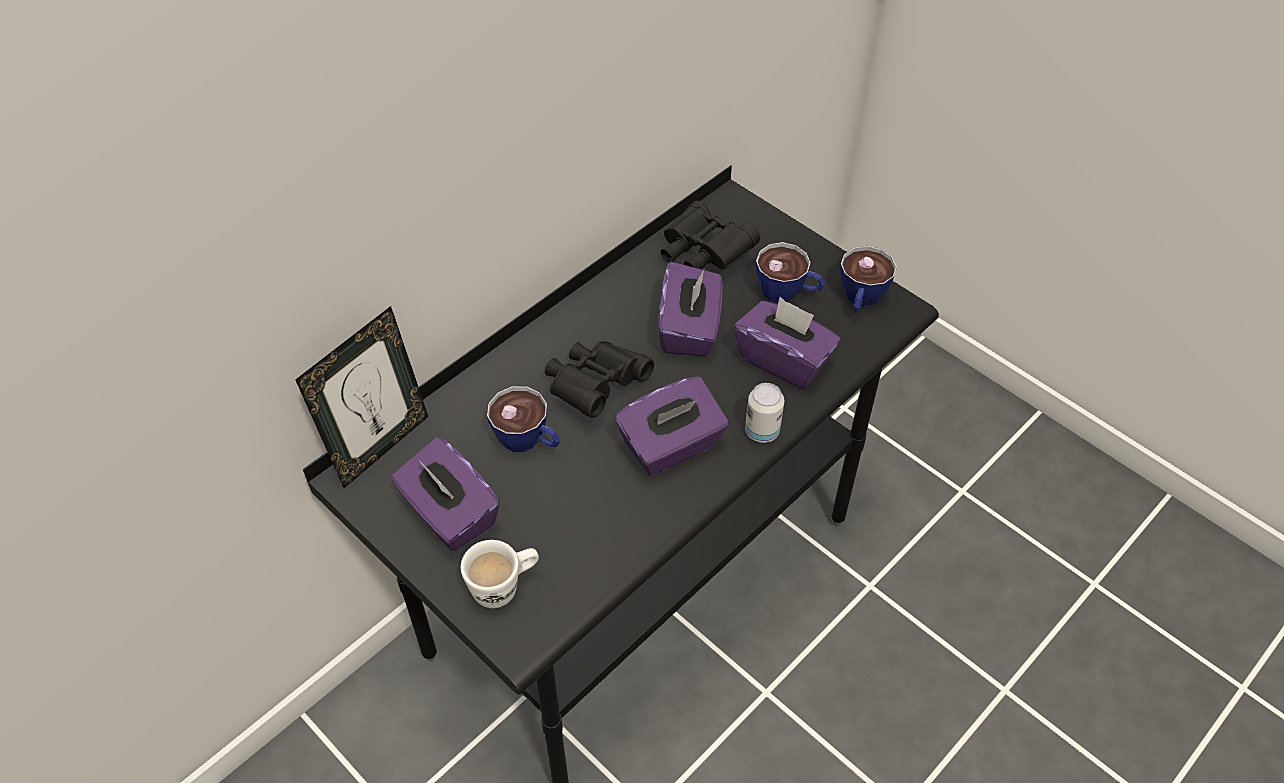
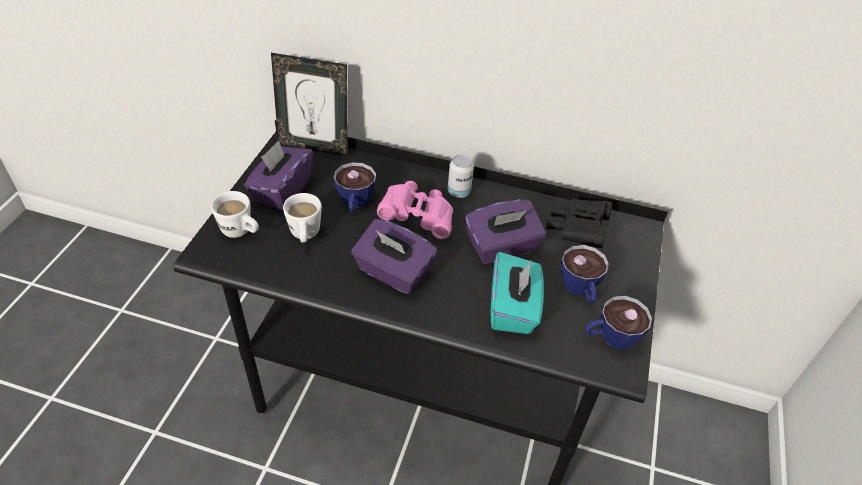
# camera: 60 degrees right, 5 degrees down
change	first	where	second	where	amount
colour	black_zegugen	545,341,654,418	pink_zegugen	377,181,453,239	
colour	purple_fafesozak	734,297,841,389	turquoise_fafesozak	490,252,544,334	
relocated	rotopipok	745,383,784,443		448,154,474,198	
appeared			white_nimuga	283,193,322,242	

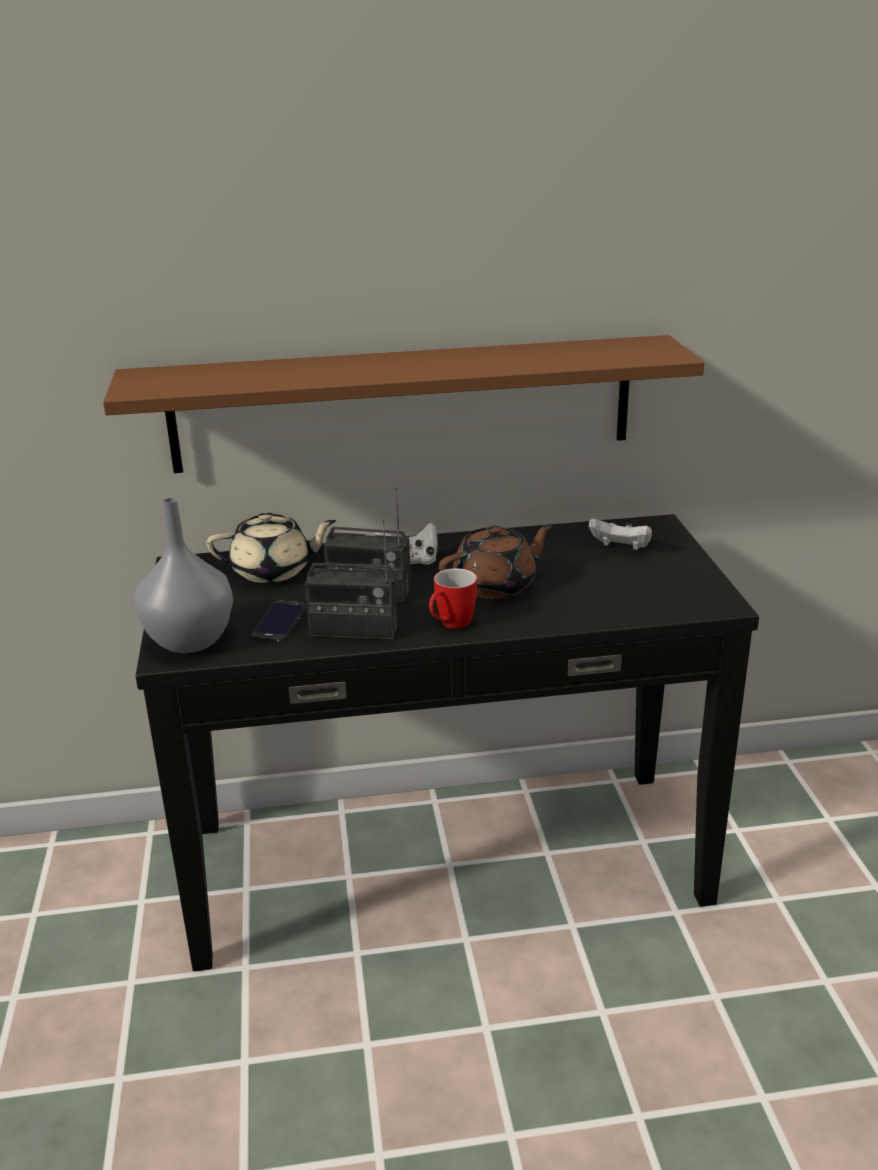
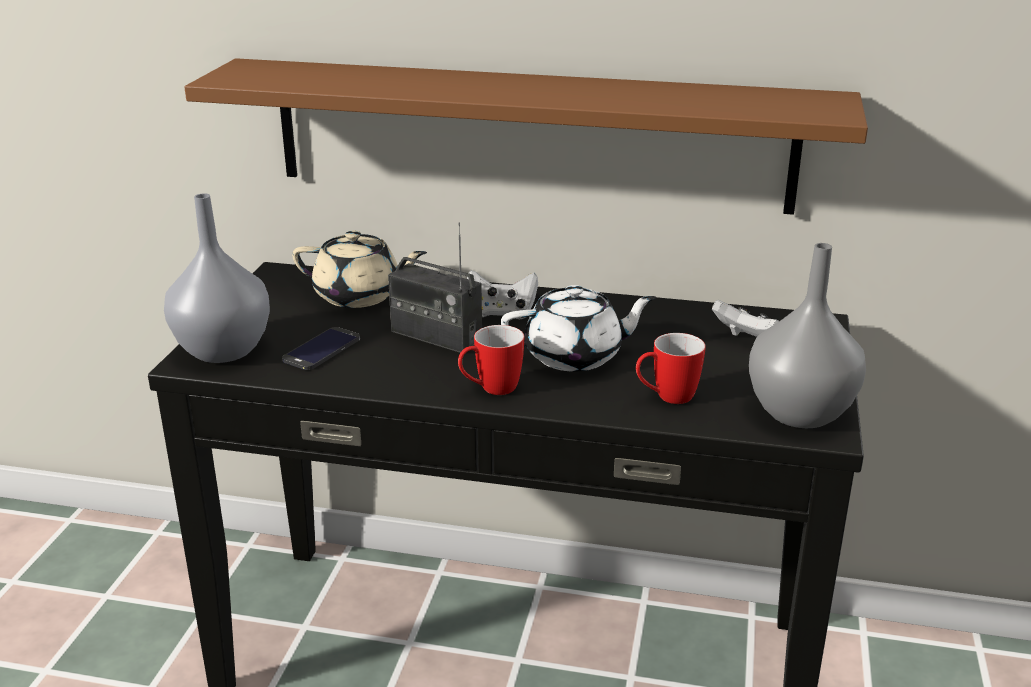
# camera: 20 degrees right, 0 degrees up
change	first	where	second	where	amount
missing	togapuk	305,520,398,640			
colour	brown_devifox	439,524,554,599	white_devifox	501,285,656,372	
appeared			nimuga	636,333,706,404	
appeared			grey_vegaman	749,243,866,428	

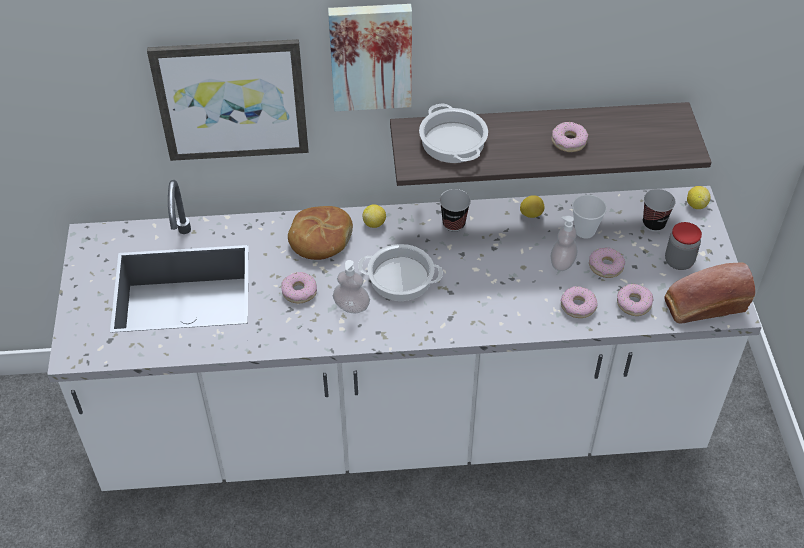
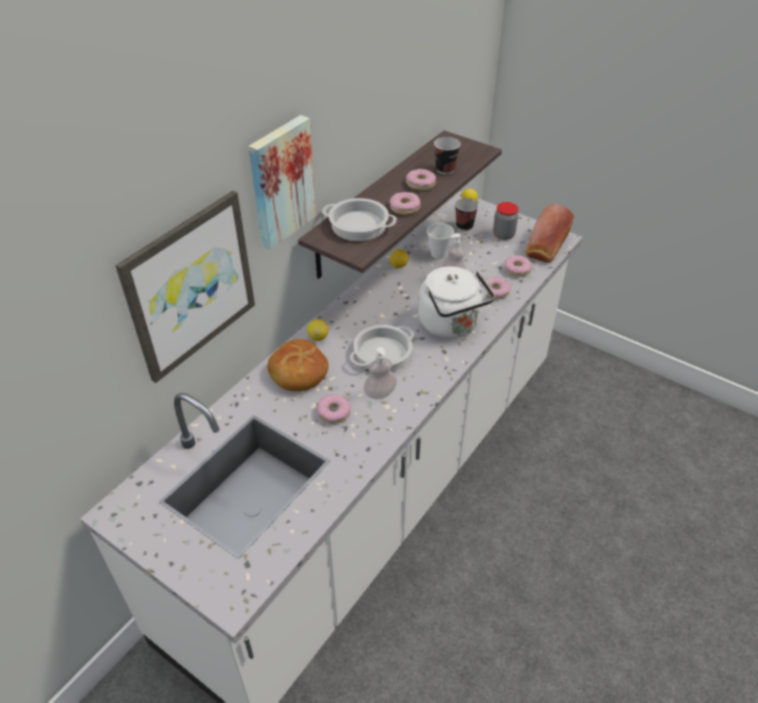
# camera: 50 degrees left, 5 degrees down
change	first	where	second	where	amount
relocated	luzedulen	440,189,471,232		434,137,461,174	
relocated	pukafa	589,248,625,278		389,192,421,215	
appeared			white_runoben	418,267,495,338	

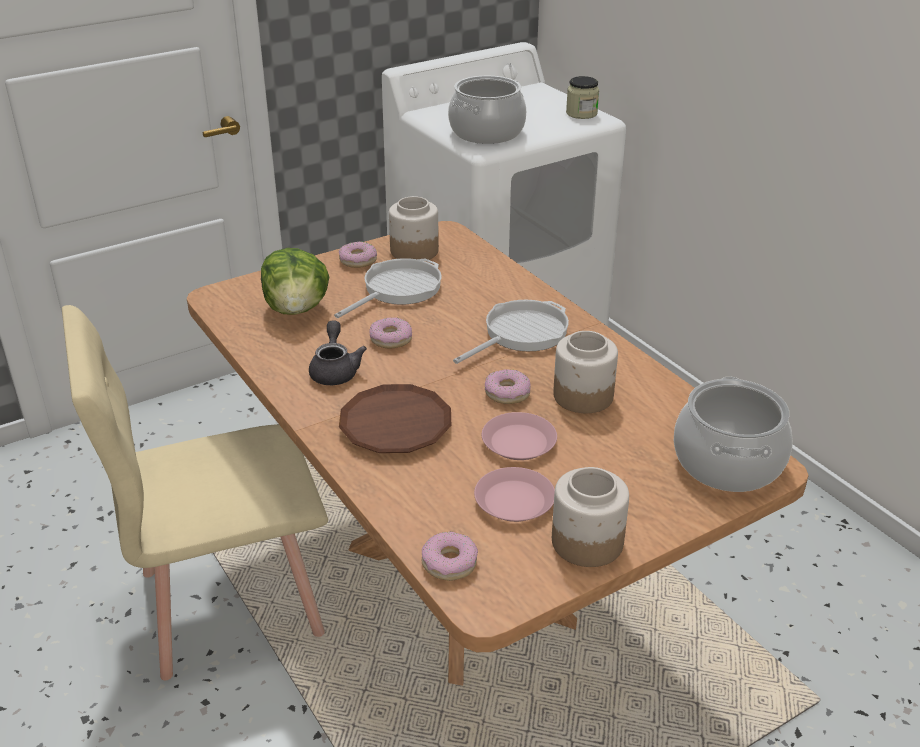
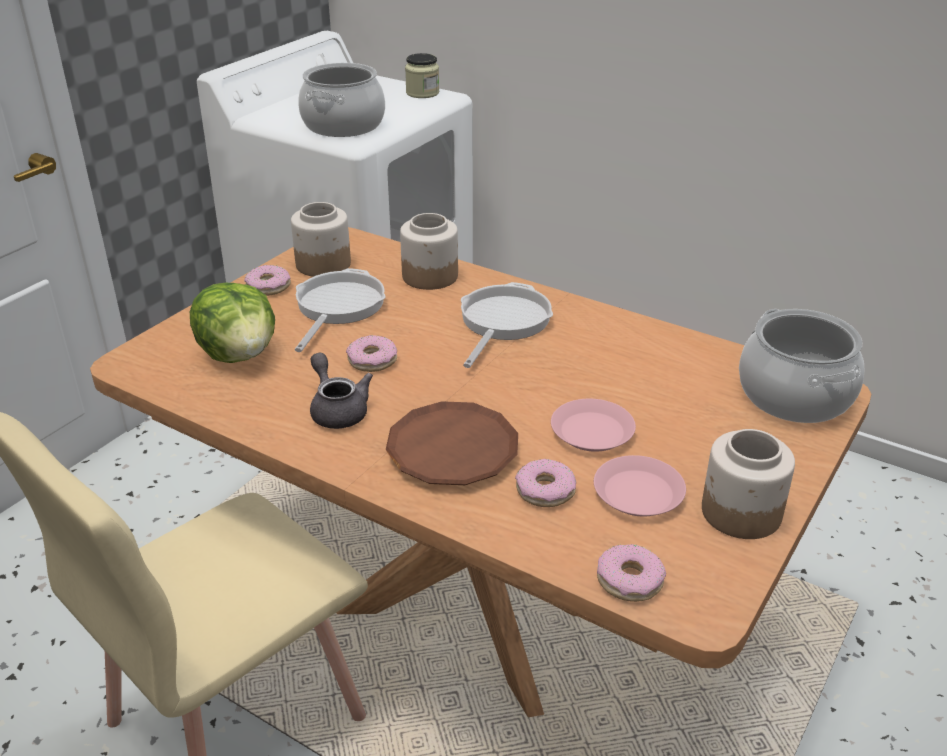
# camera: 25 degrees left, 0 degrees up
change	first	where	second	where	amount
relocated	pukafa	485,369,530,404		515,459,576,507	
relocated	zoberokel	553,331,618,413		400,213,458,290	

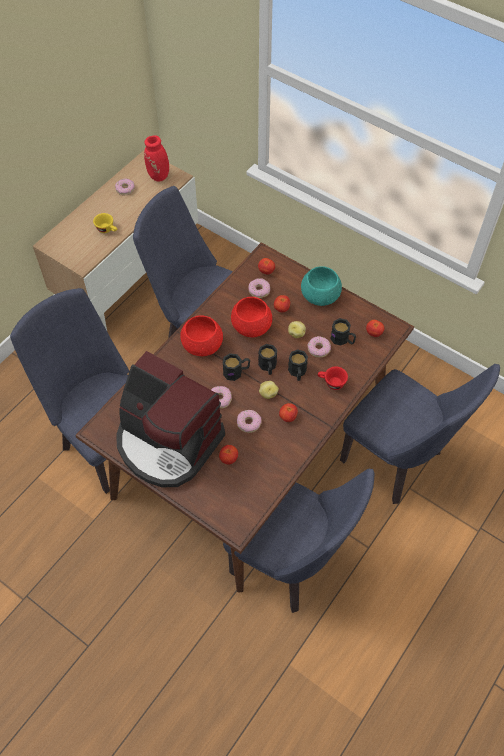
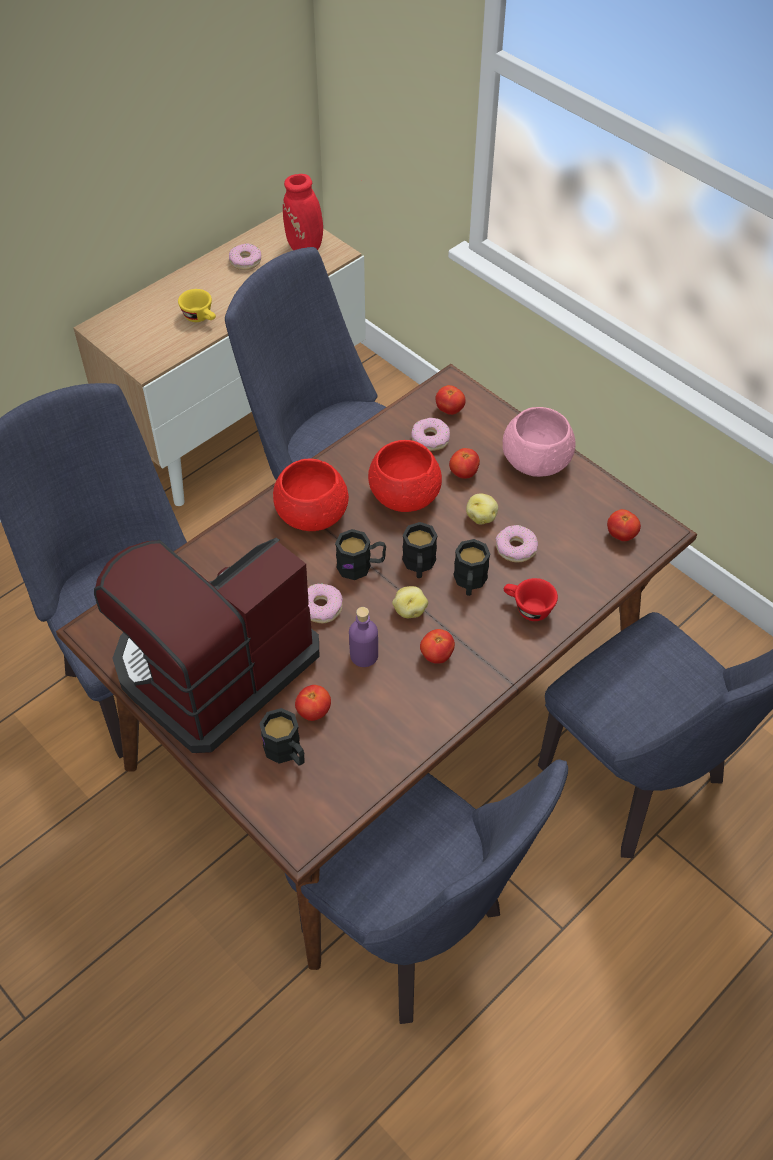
# camera: 10 degrees right, 5 degrees down
change	first	where	second	where	amount
spun	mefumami	117,351,225,487		94,538,319,753	90 degrees clockwise
exchanged	pukafa	237,410,261,433	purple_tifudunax	349,607,378,667	
colour	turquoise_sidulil	301,266,342,306	pink_sidulil	503,407,576,477	
relocated	black_nimuga	330,318,356,345		259,708,305,766	

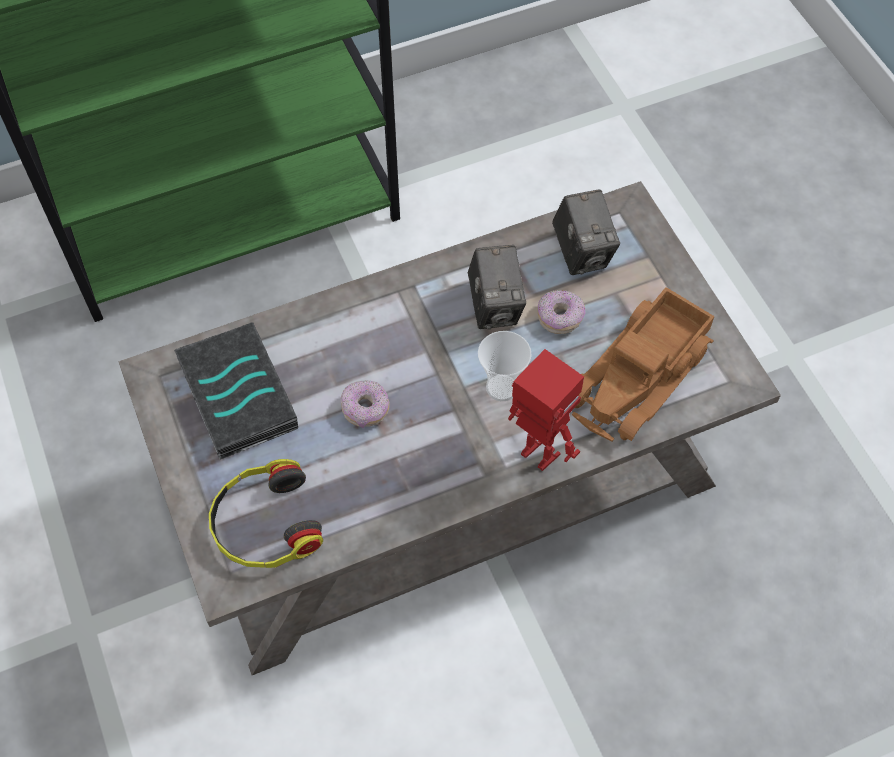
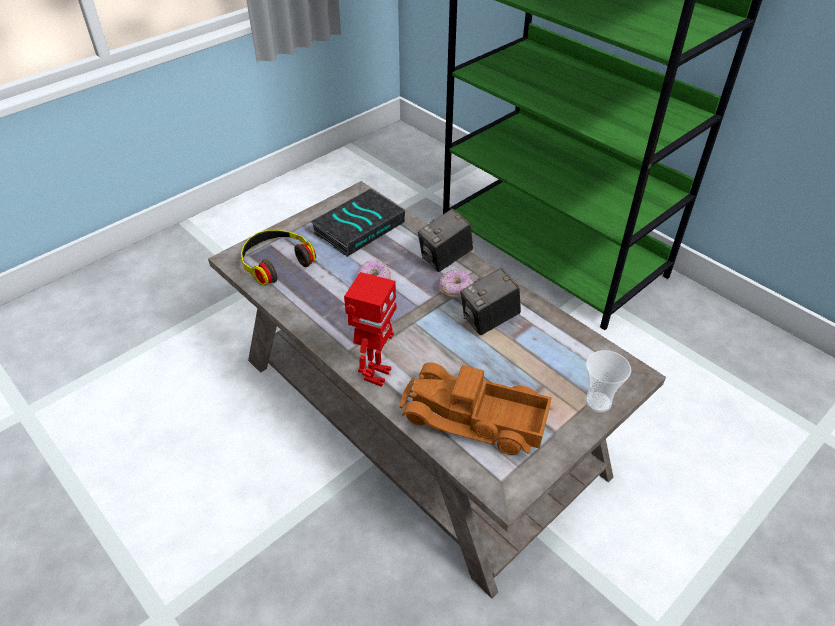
# camera: 70 degrees right, 15 degrees down
change	first	where	second	where	amount
relocated	luzedulen	478,331,532,401		585,350,631,413	
relocated	pukafa	537,290,585,334		439,269,473,298	
relocated	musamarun	552,189,620,275		418,209,473,272	

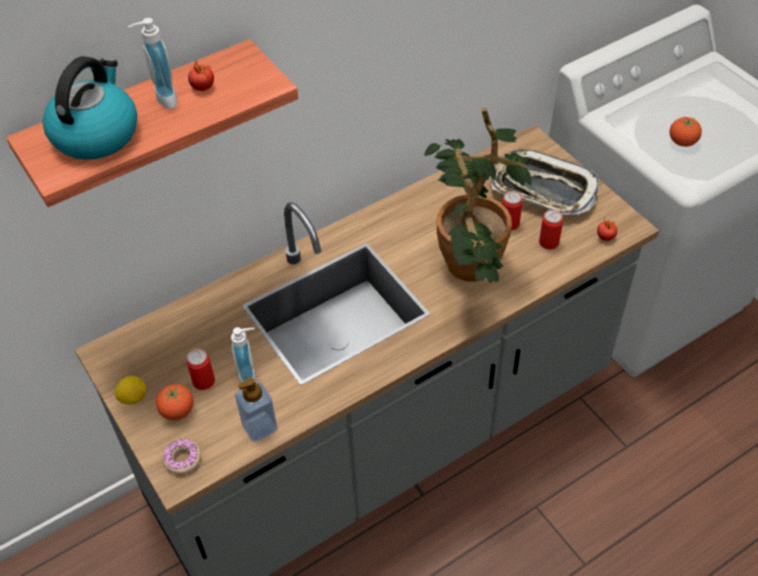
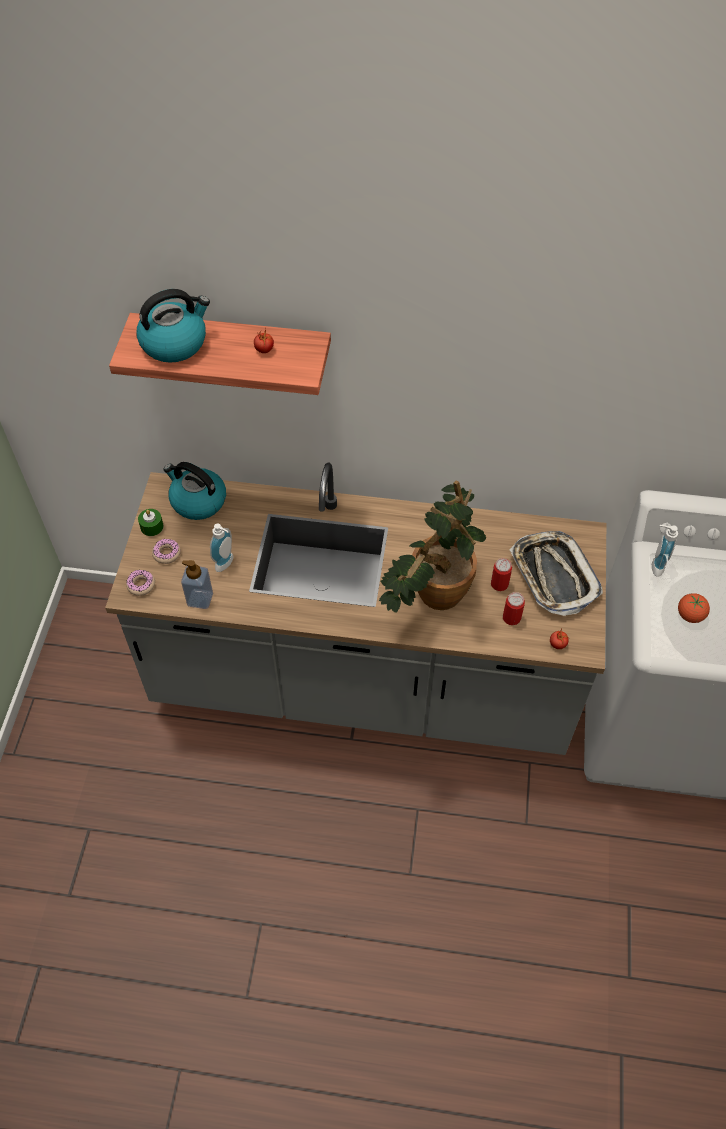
# camera: 40 degrees right, 5 degrees up
change	first	where	second	where	amount
exchanged	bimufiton	115,376,146,405	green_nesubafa	138,509,164,536	
relocated	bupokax	128,18,177,109		652,525,678,577	
exchanged	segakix	156,384,194,420	pukafa	152,539,181,564	
missing	rotopipok	186,348,215,390			
appeared			runoben	163,462,226,520	

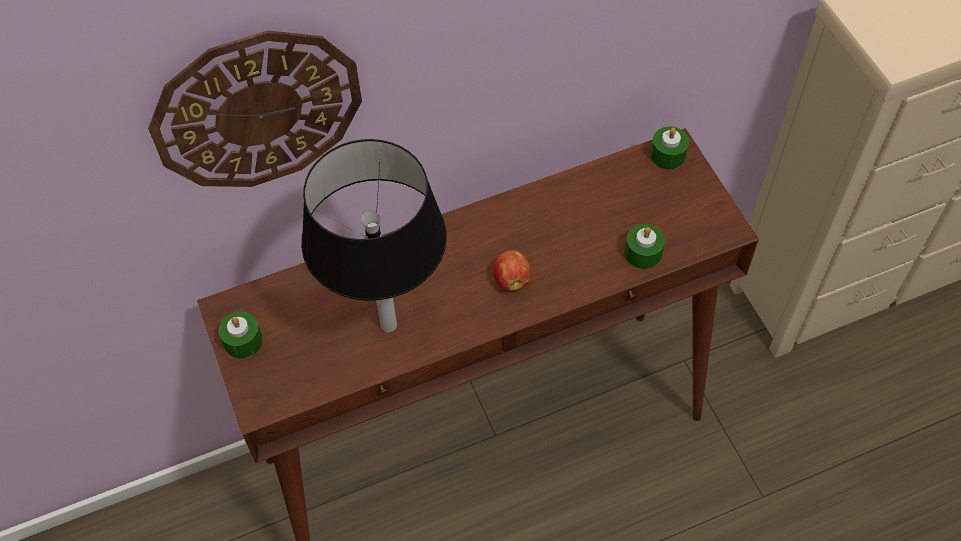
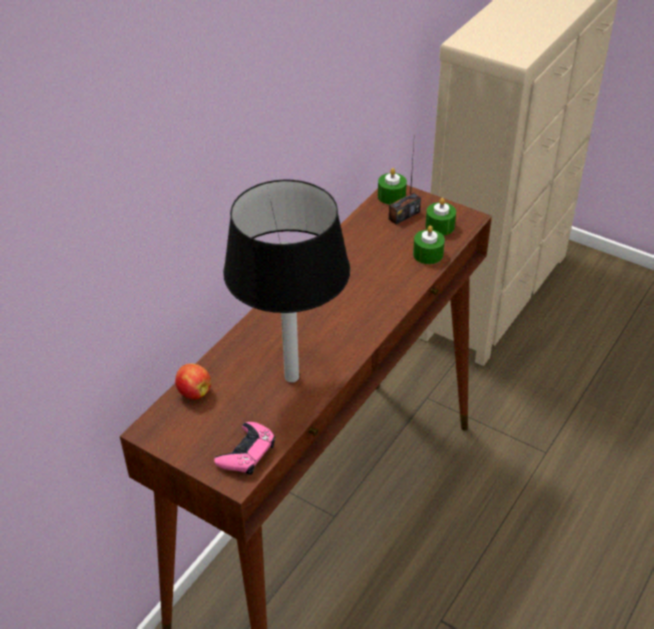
# camera: 35 degrees left, 15 degrees down
change	first	where	second	where	amount
missing	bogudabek	148,31,362,187			
relocated	green_nesubafa	218,311,263,358		425,198,456,236	
relocated	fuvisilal	493,250,531,291		175,363,211,400	
appeared			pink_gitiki	214,422,275,475	
appeared			togapuk	389,145,421,224	

